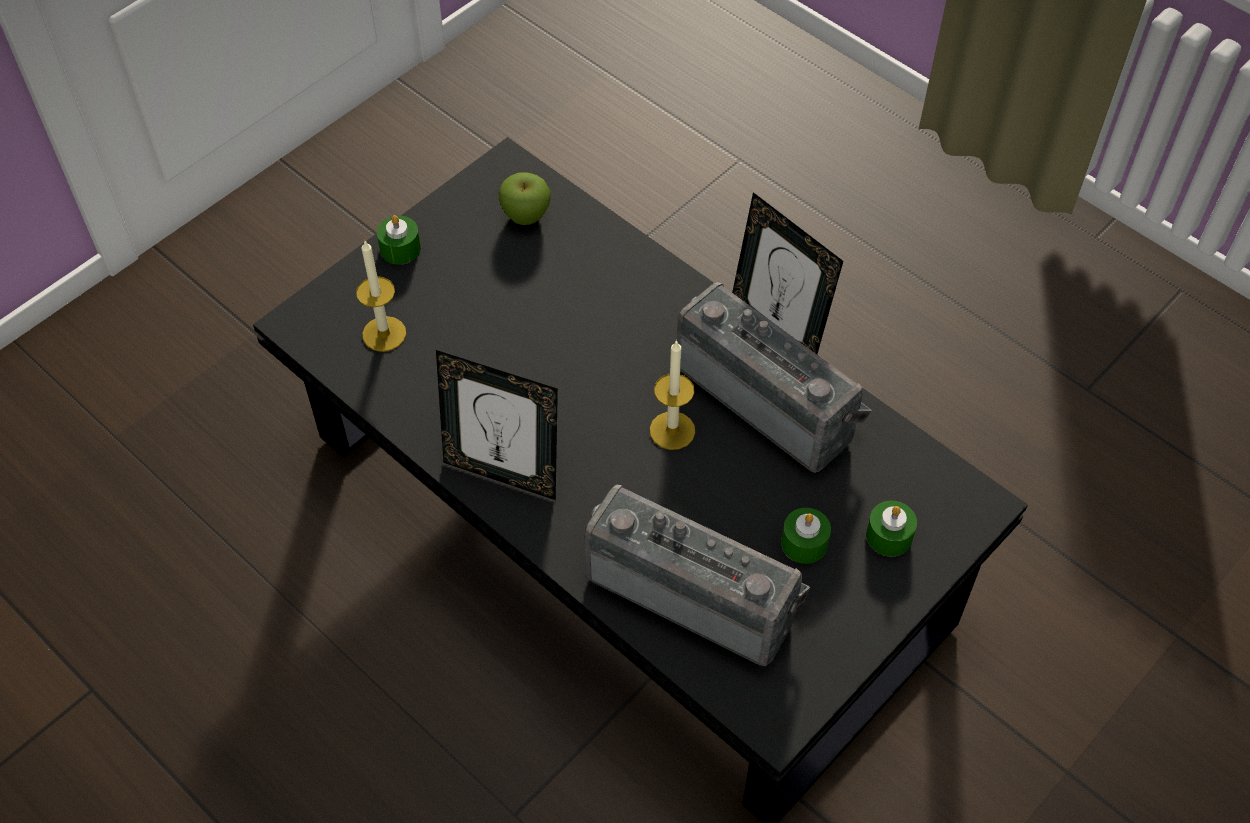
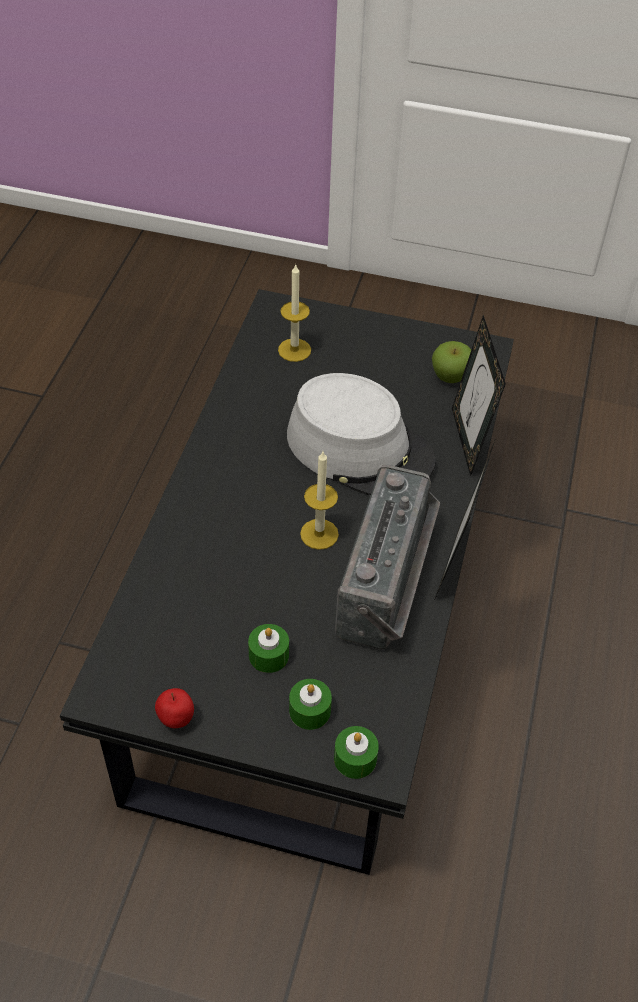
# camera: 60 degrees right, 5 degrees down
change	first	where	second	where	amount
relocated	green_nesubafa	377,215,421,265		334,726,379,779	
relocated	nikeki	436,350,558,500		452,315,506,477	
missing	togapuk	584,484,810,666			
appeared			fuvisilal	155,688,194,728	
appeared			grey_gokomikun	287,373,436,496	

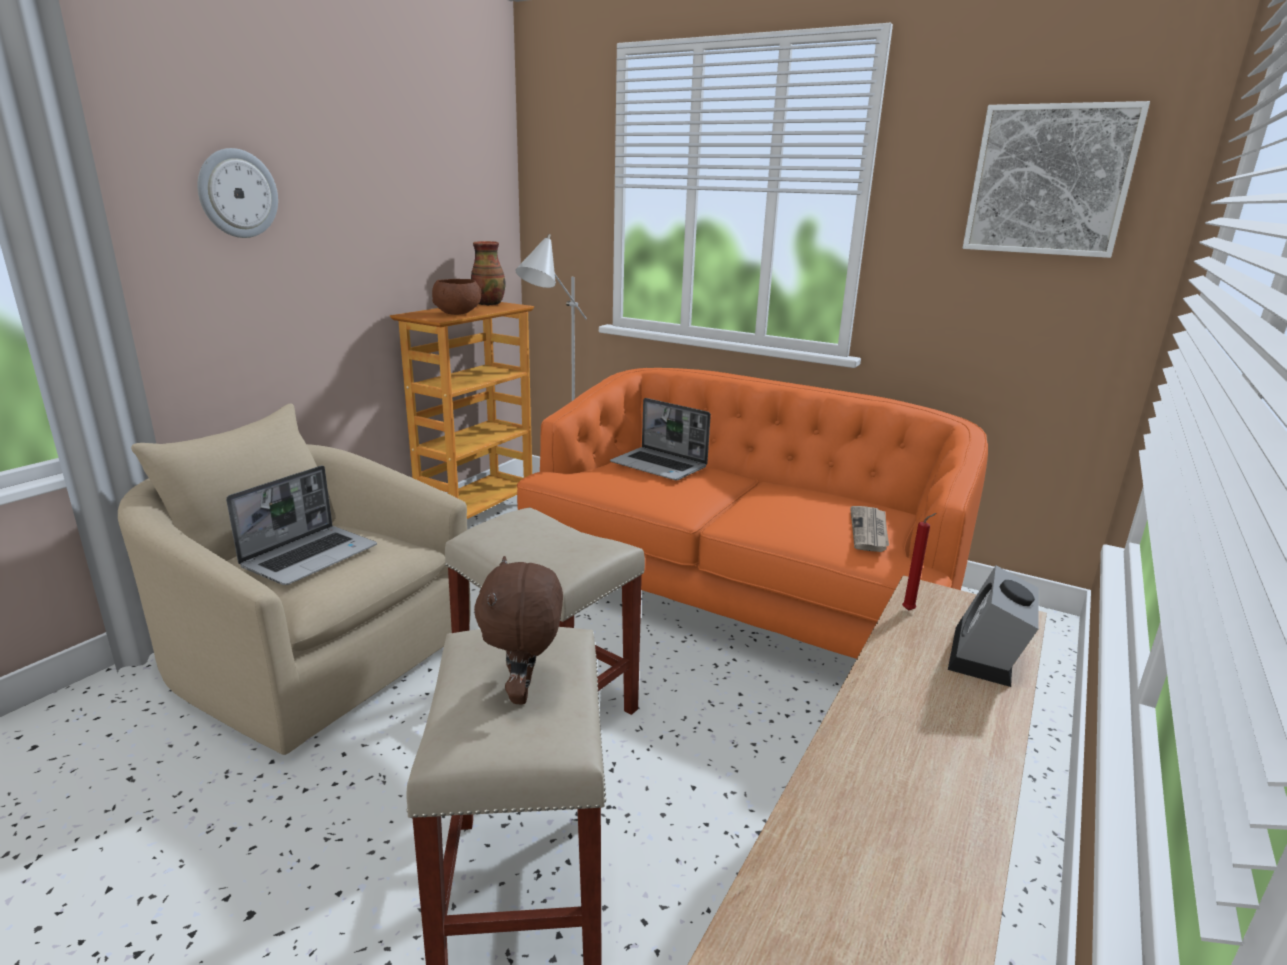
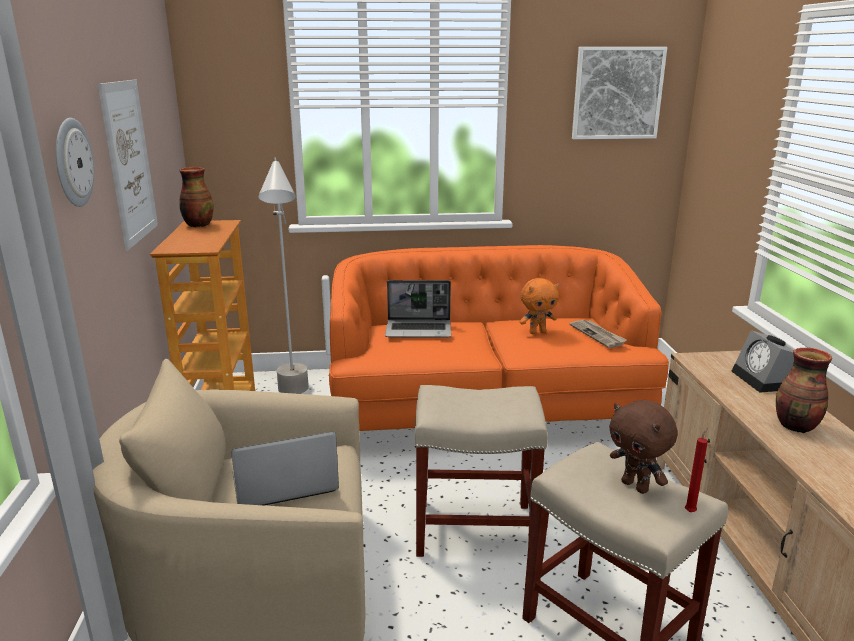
# camera: 35 degrees left, 0 degrees up
change	first	where	second	where	amount
spun	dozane	226,466,377,585		231,432,339,506	105 degrees counterclockwise
missing	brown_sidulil	432,279,481,315			
relocated	red_nesubafa	902,513,937,611		685,428,708,512	
appeared			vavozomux	98,80,158,250	
appeared			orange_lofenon	520,278,559,334	
appeared			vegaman	776,348,832,433	

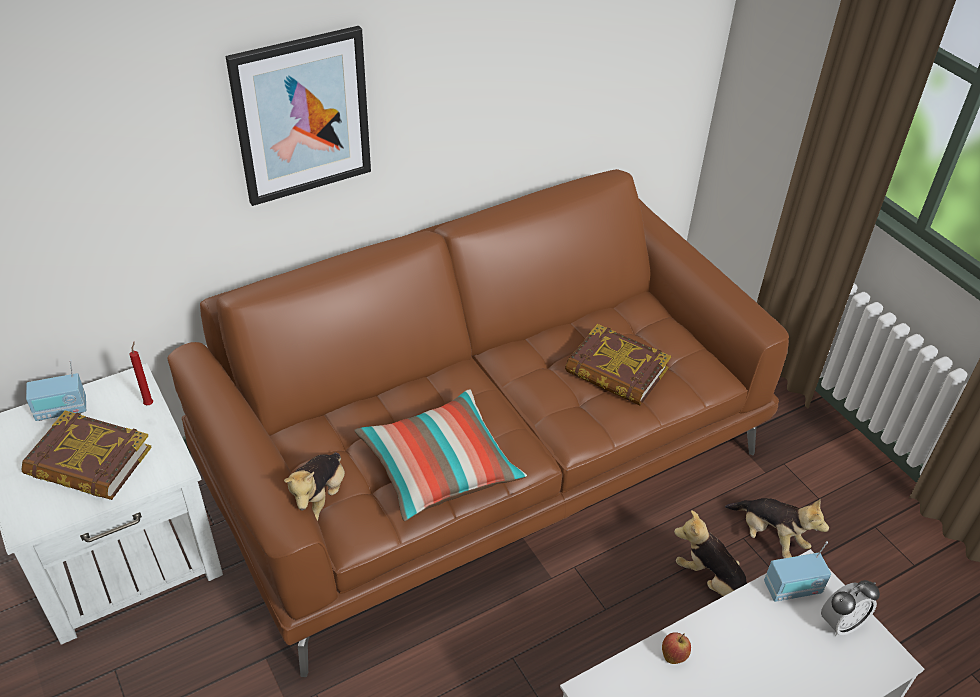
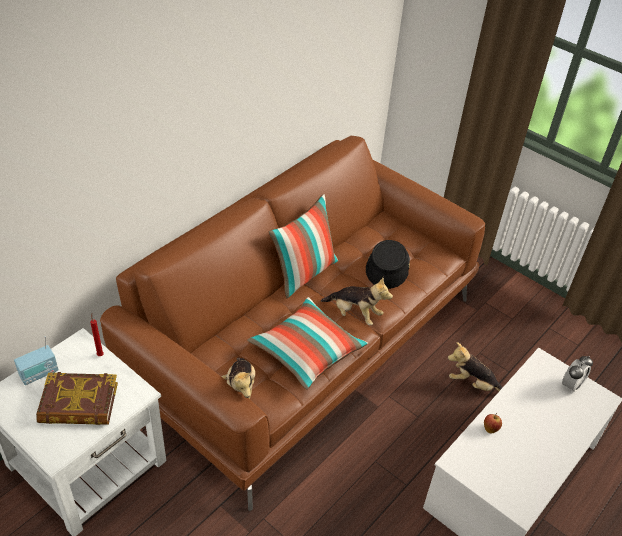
# camera: 20 degrees left, 0 degrees up
change	first	where	second	where	amount
missing	vavozomux	226,26,371,206			
exchanged	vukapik	565,324,671,405	black_gokomikun	366,240,410,289	
relocated	lofenon	725,498,829,558		321,278,393,325	
missing	togapuk	764,541,831,602			
appeared			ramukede	269,194,338,298	

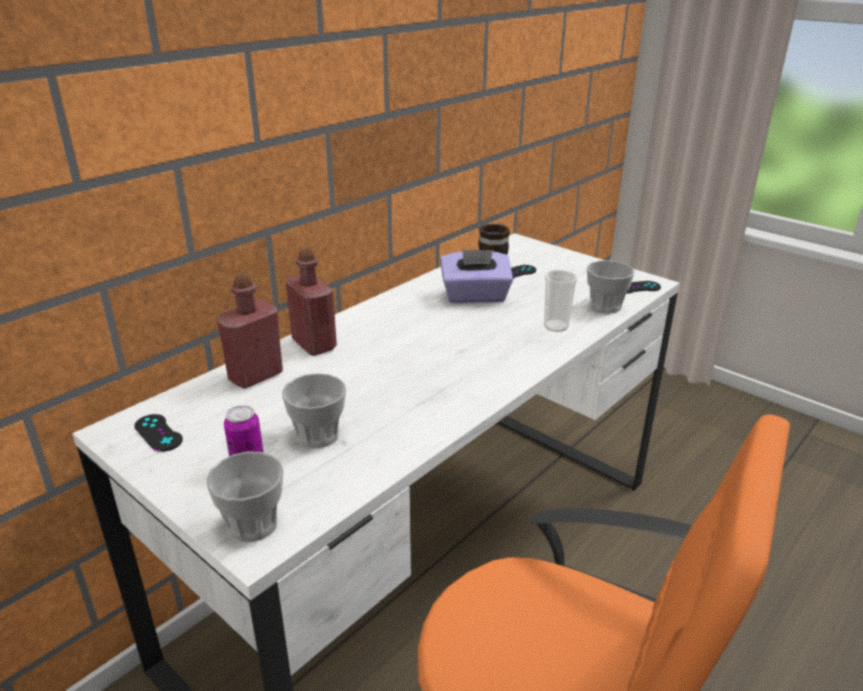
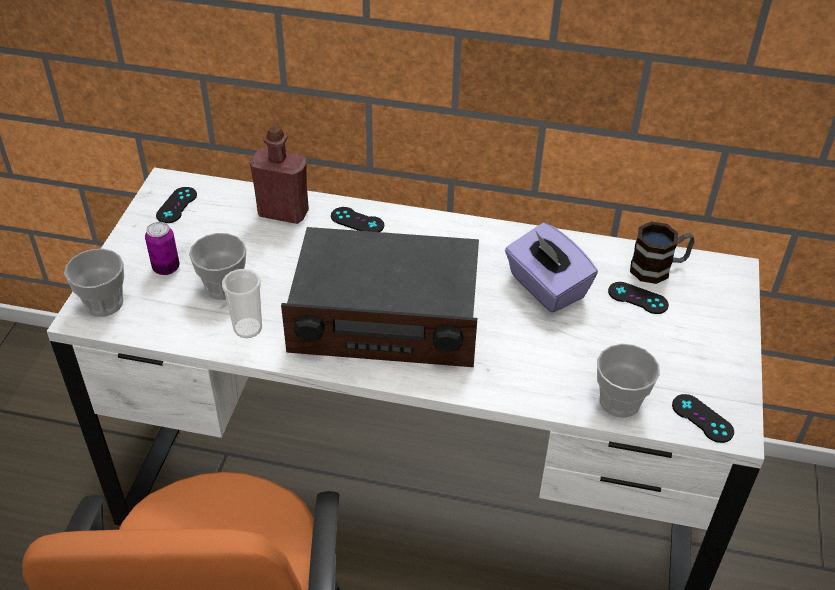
# camera: 60 degrees right, 15 degrees up
change	first	where	second	where	amount
exchanged	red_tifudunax	286,248,337,356	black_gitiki	331,207,384,232	
relocated	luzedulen	544,270,578,332		222,269,262,338	
appeared			togapuk	281,227,479,367	

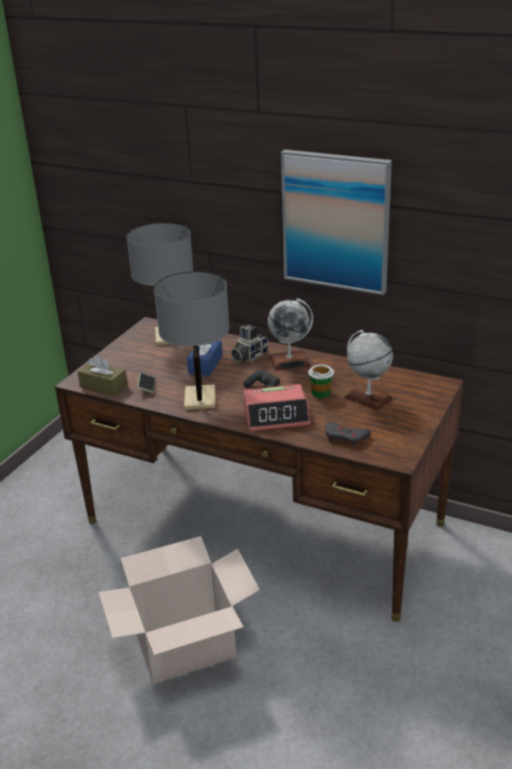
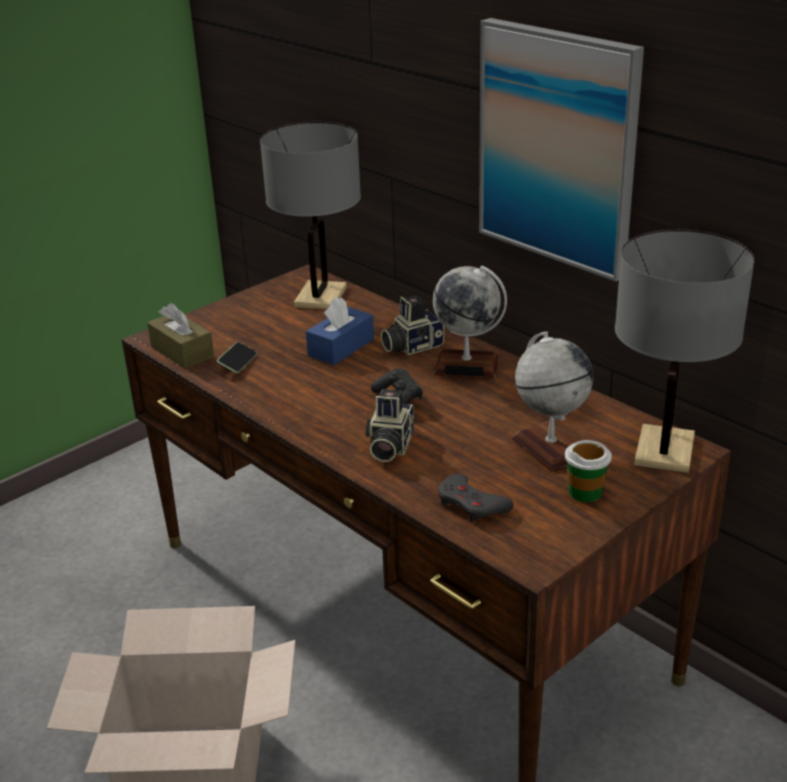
# camera: 20 degrees right, 0 degrees up
change	first	where	second	where	amount
relocated	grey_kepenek	154,271,230,410		615,230,754,473	
exchanged	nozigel	243,384,310,431	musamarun	365,389,414,462	
relocated	luzedulen	308,364,334,398		565,440,612,502	

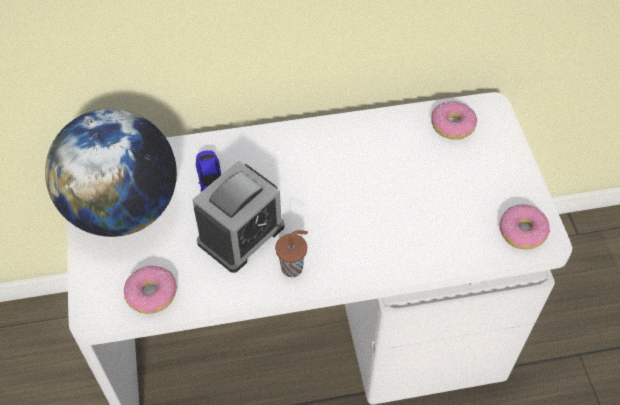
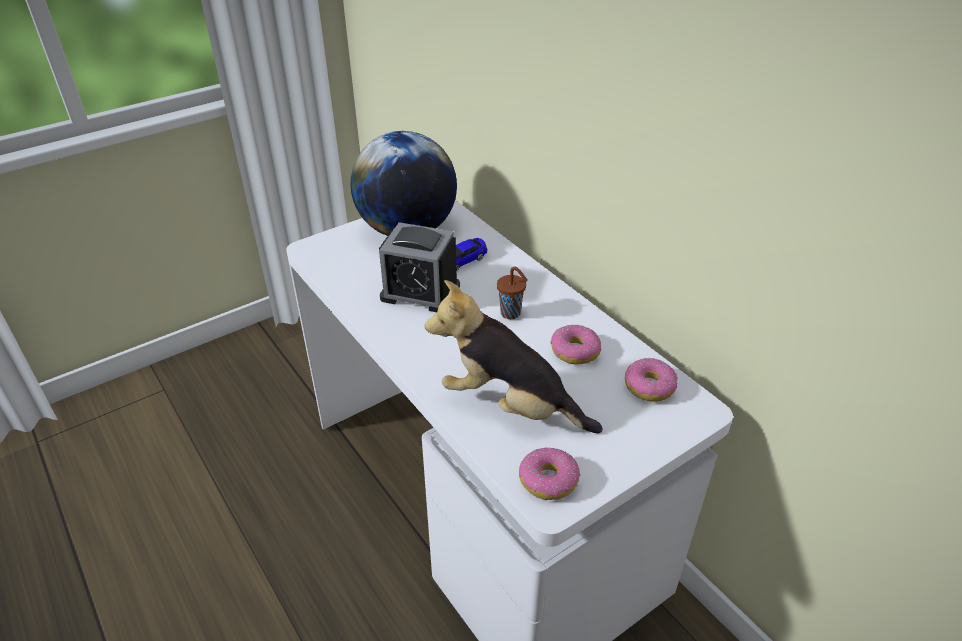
# camera: 65 degrees right, 15 degrees down
change	first	where	second	where	amount
relocated	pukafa	124,266,177,314		550,325,601,365	
relocated	brown_luzedulen	275,230,308,277		497,267,528,319	
appeared			lofenon	425,280,603,433	

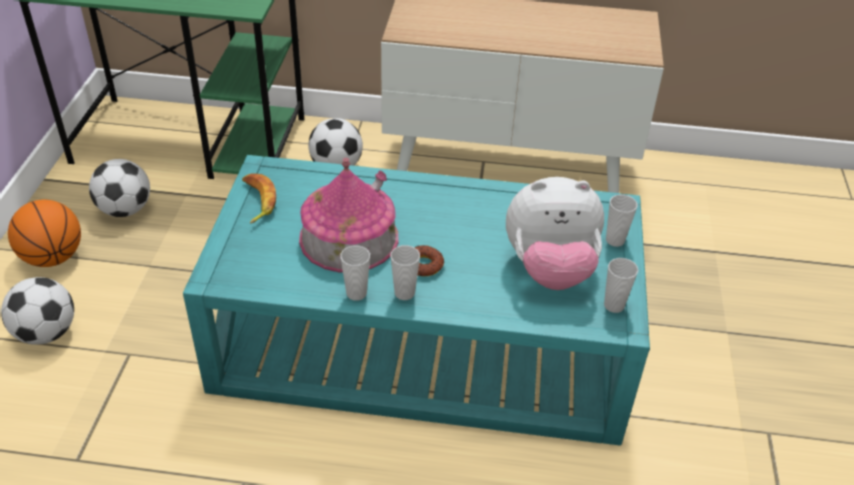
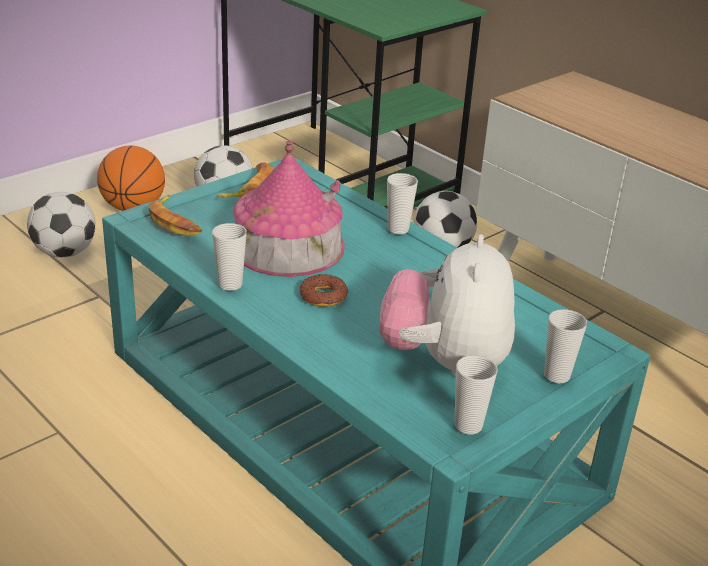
# camera: 40 degrees right, 10 degrees down
change	first	where	second	where	amount
relocated	luzedulen	390,245,420,300		387,173,418,234	
spun	lofenon	506,177,604,290		379,234,515,377	60 degrees clockwise
appeared			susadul	148,194,202,236	

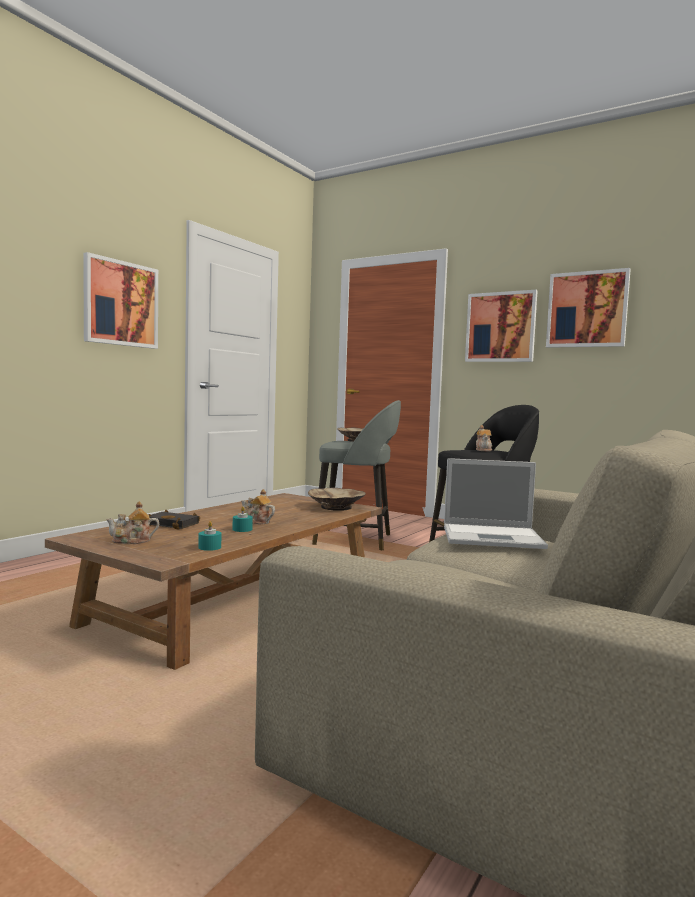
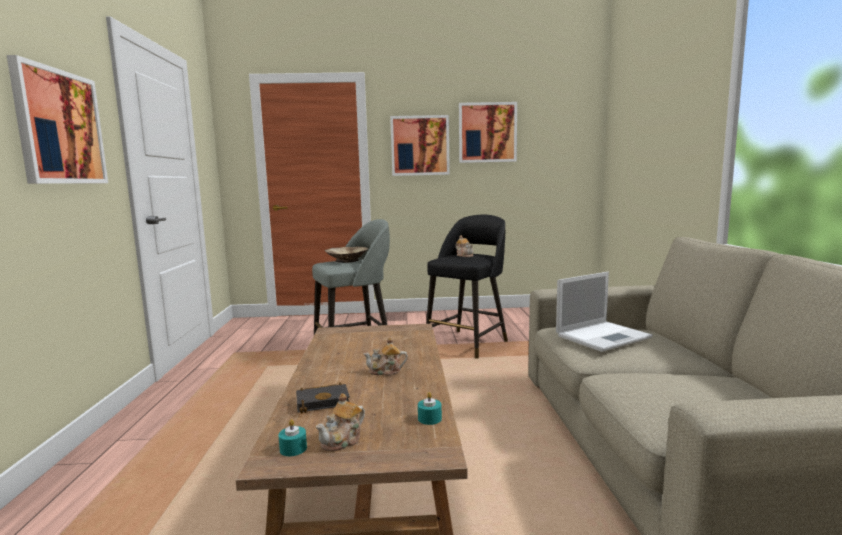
# camera: 35 degrees left, 5 degrees up
change	first	where	second	where	amount
relocated	turquoise_nesubafa	233,507,253,532		278,419,307,456	
missing	beige_sidulil	308,488,366,511			

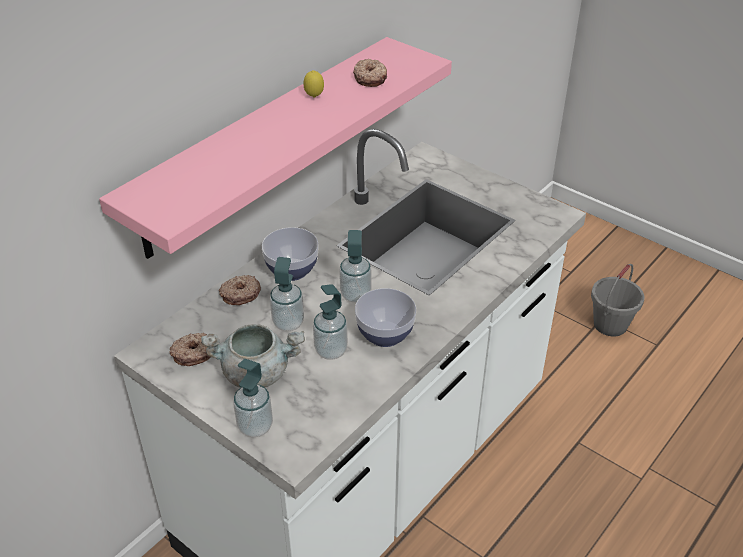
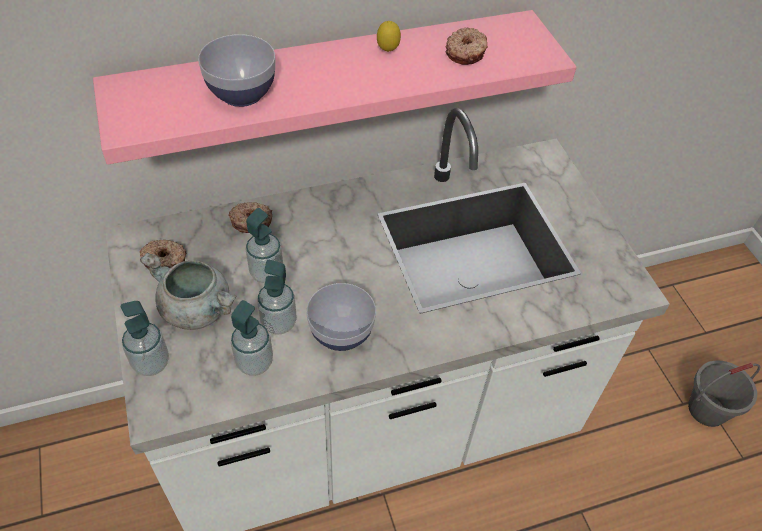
# camera: 30 degrees right, 10 degrees up
change	first	where	second	where	amount
relocated	sidulil	262,227,318,281		198,34,276,107	
relocated	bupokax	339,230,371,303		231,300,273,376	

